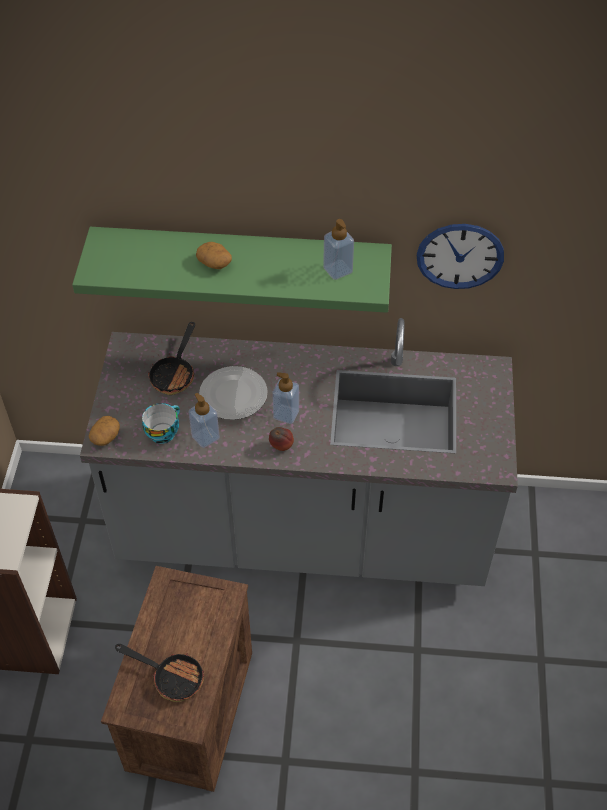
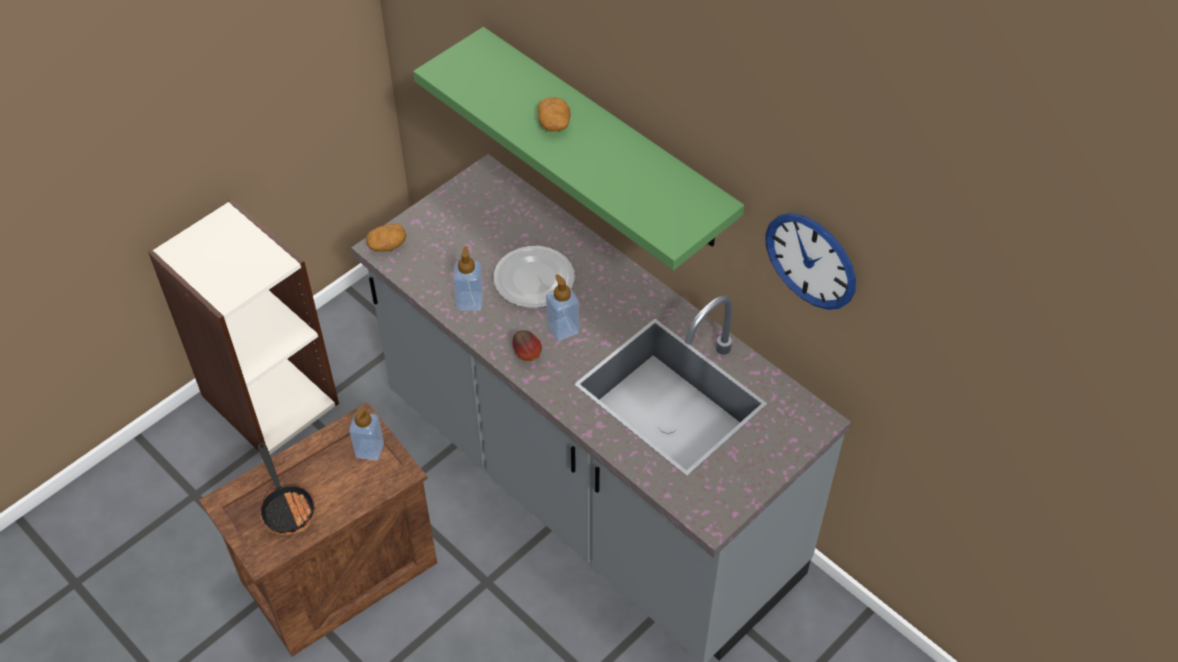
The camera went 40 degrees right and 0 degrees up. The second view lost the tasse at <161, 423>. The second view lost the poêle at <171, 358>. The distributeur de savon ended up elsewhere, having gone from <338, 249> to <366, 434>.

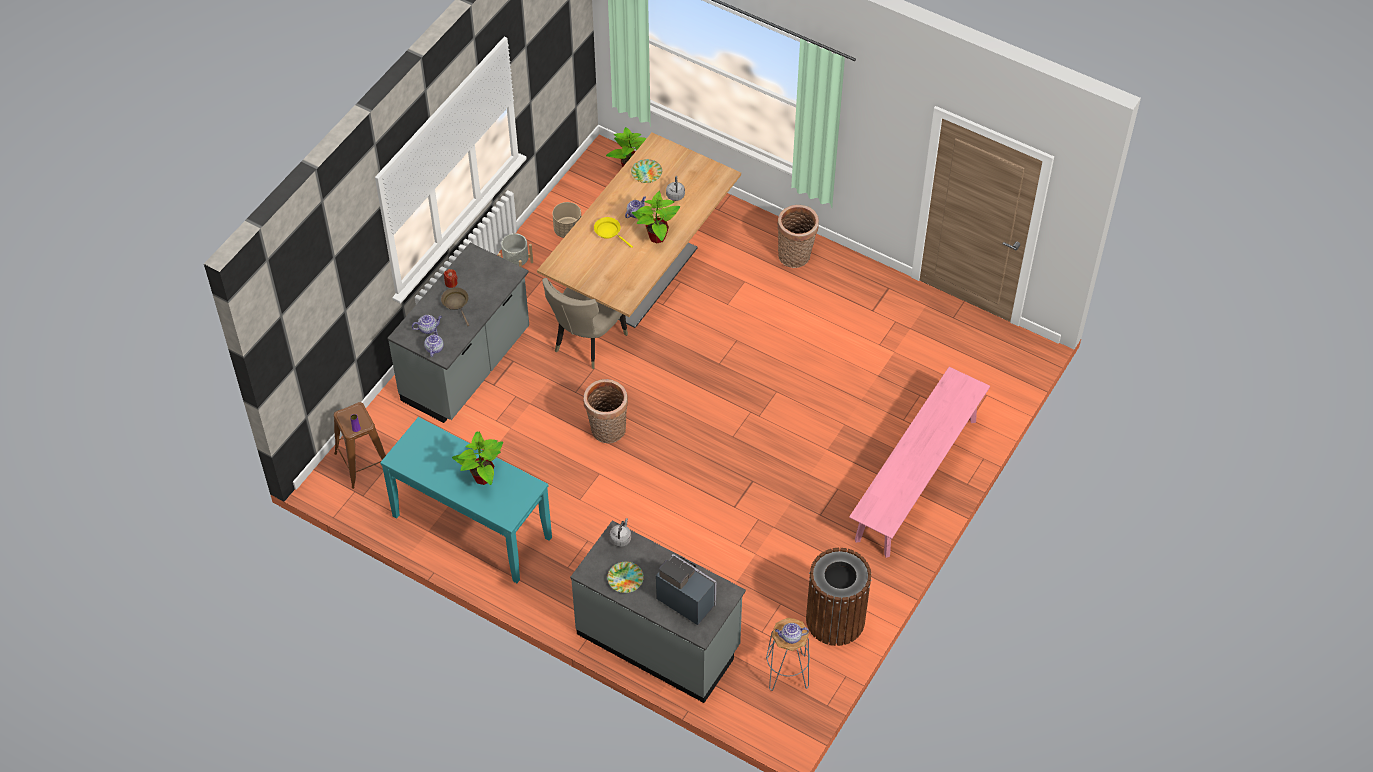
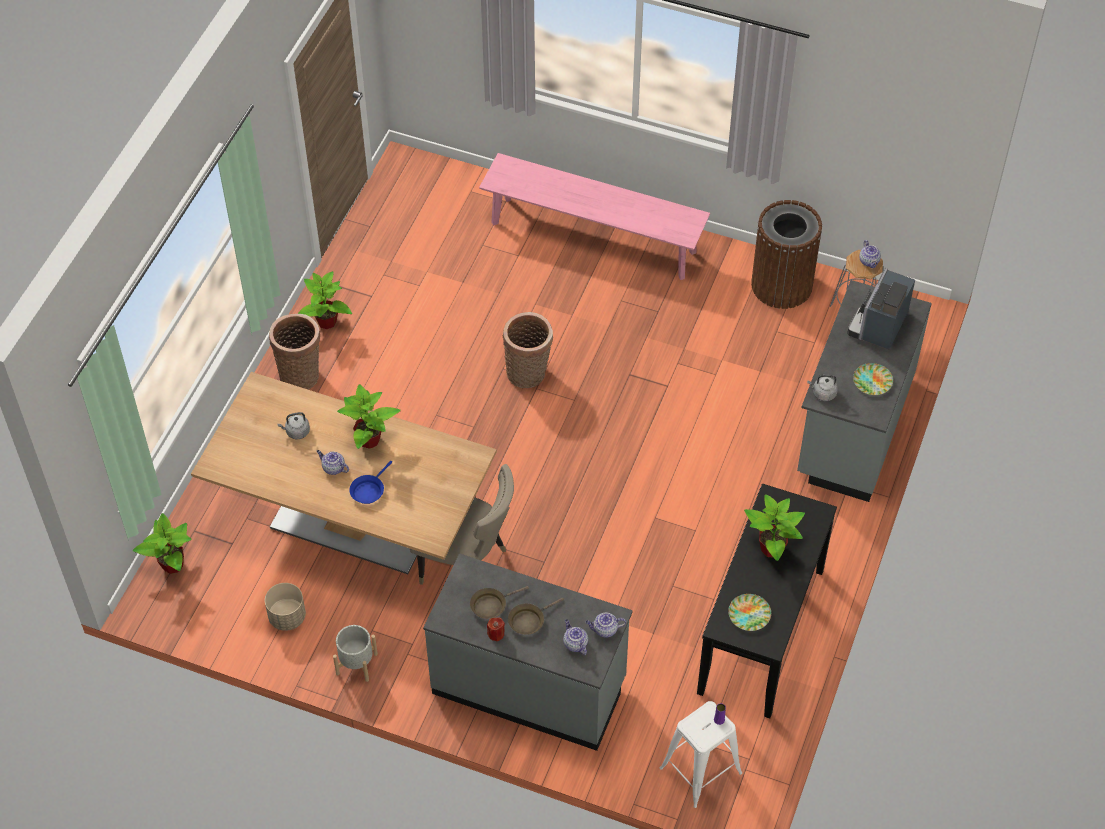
The camera went 100 degrees left and 0 degrees up. What was the tabouret [marron] at <360, 445> turned into the tabouret [blanc] at <701, 754>. What was the table console [turquoise] at <466, 500> turned into the table console [noir] at <767, 601>. The panier ended up elsewhere, having gone from <606, 411> to <528, 350>. What was the poêle [jaune] at <613, 232> turned into the poêle [bleu] at <370, 482>. The assiette ended up elsewhere, having gone from <646, 171> to <749, 612>. The second view gained the plante en pot at <325, 300>. The second view gained the poêle [marron] at <499, 602>.

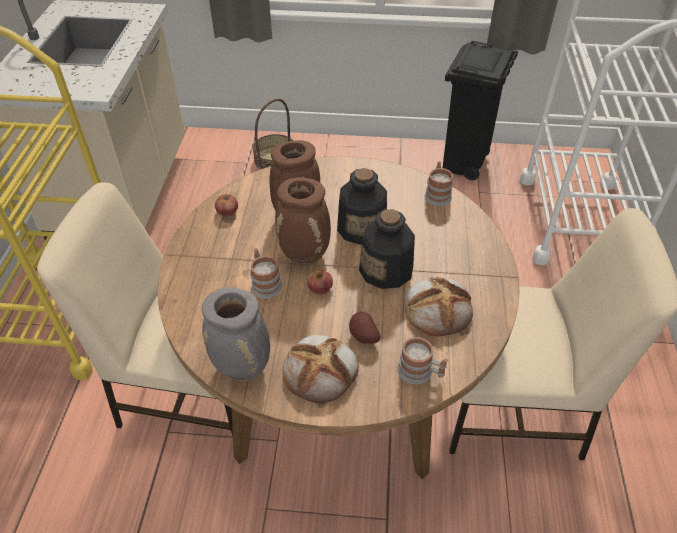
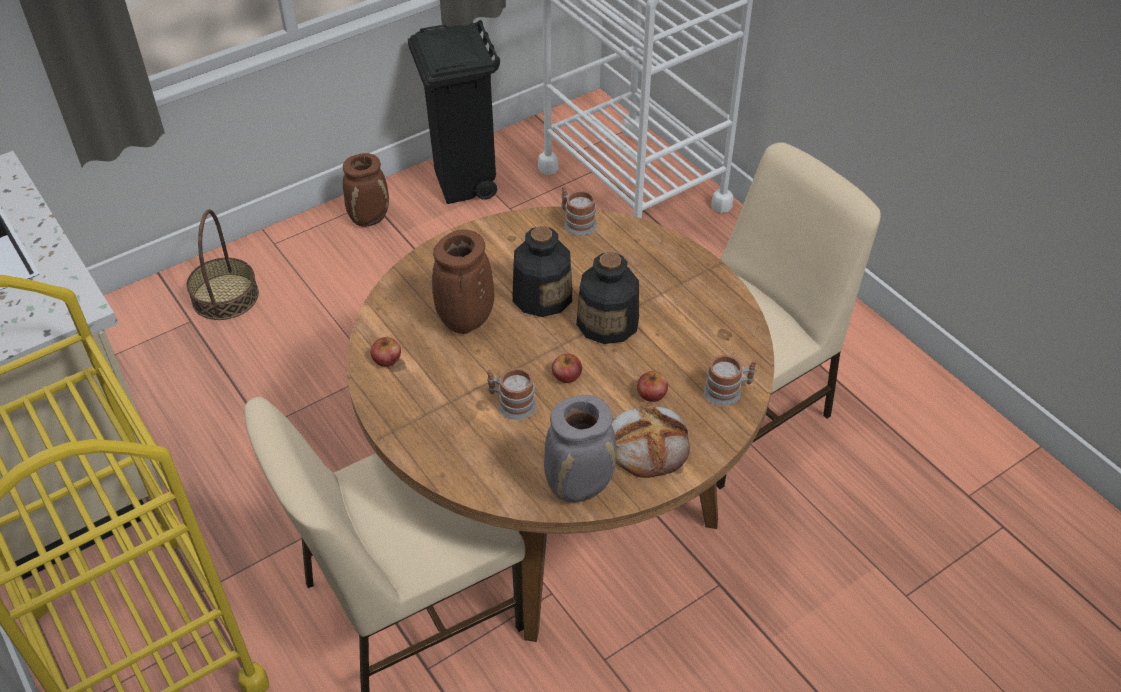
The camera went 40 degrees left and 0 degrees up. The vase [marron] ended up elsewhere, having gone from <303, 220> to <366, 190>. Where the pomme de terre stood at <365, 328>, the pomme came to stand at <652, 386>. The second view lost the pain at <438, 306>.

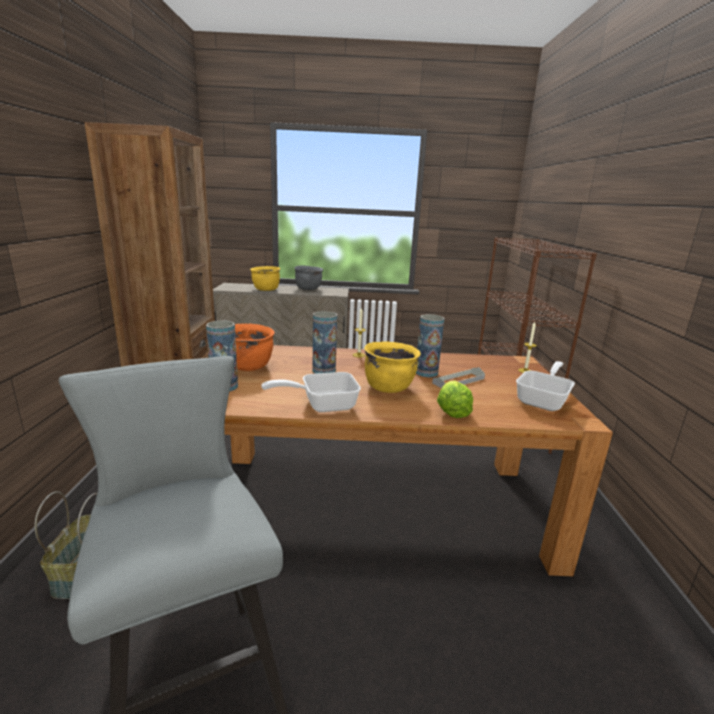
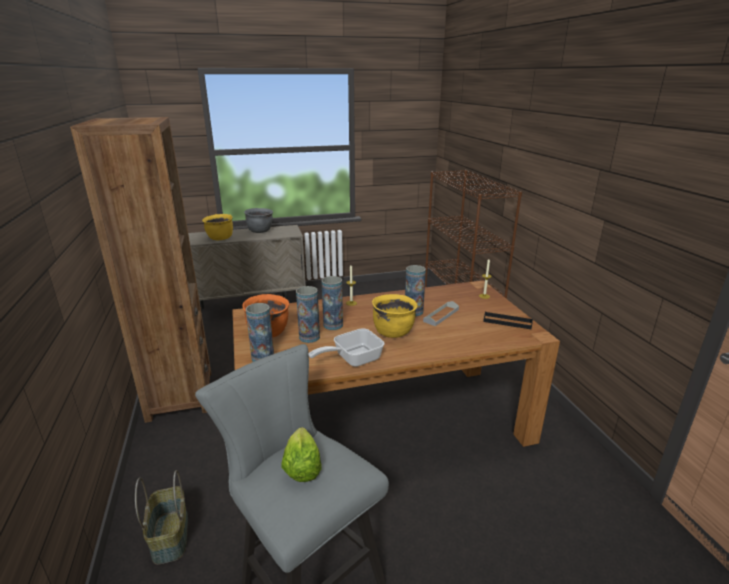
The camera went 15 degrees left and 5 degrees up. The laitue ended up elsewhere, having gone from <455, 399> to <301, 454>. Where the poêle stood at <545, 386>, the plateau [noir] came to stand at <508, 320>. The second view gained the vase at <308, 314>.

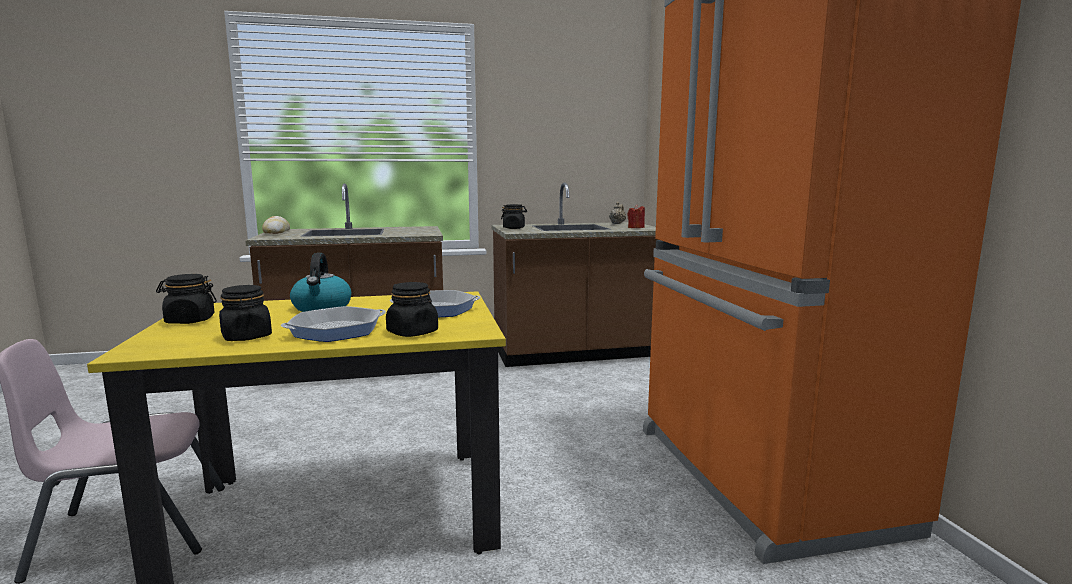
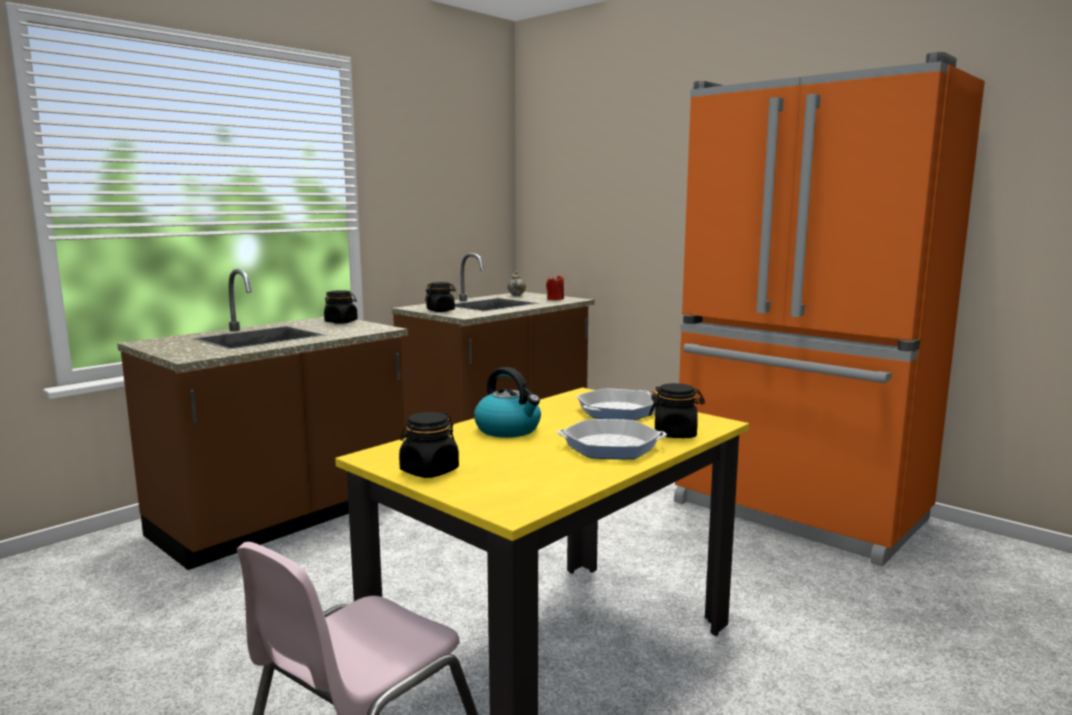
The camera went 35 degrees left and 0 degrees up. The bocal [noir] ended up elsewhere, having gone from <245, 313> to <341, 307>. The second view lost the pain at <276, 225>. The poêle at <333, 324> ended up facing another way, 75 degrees clockwise from before.

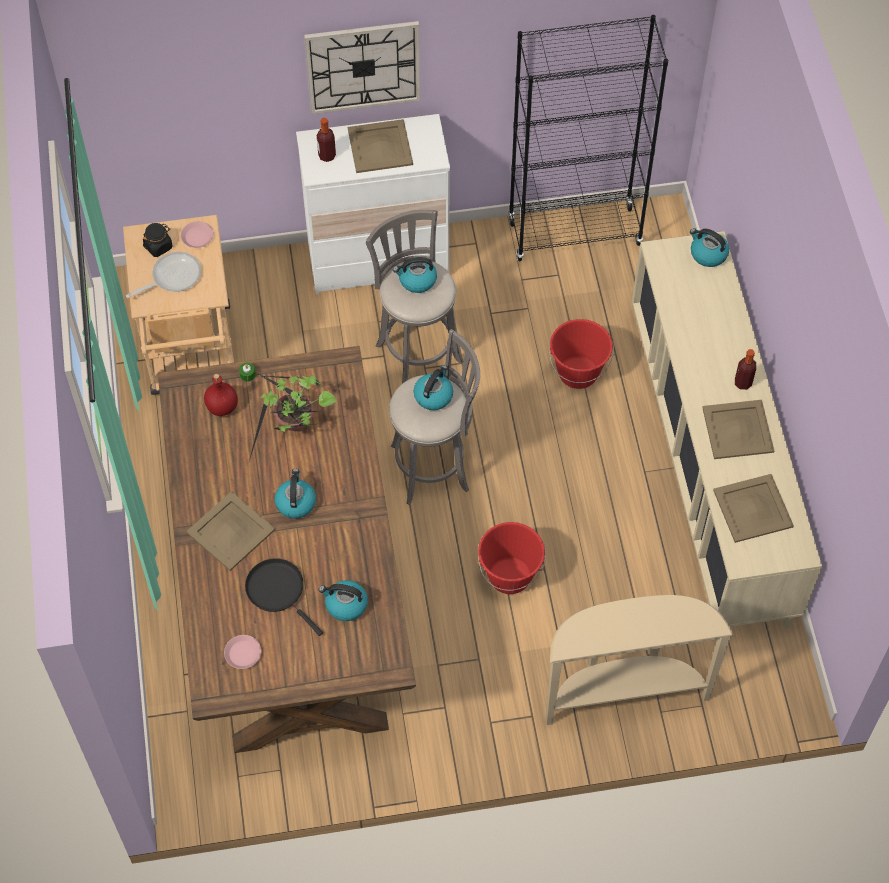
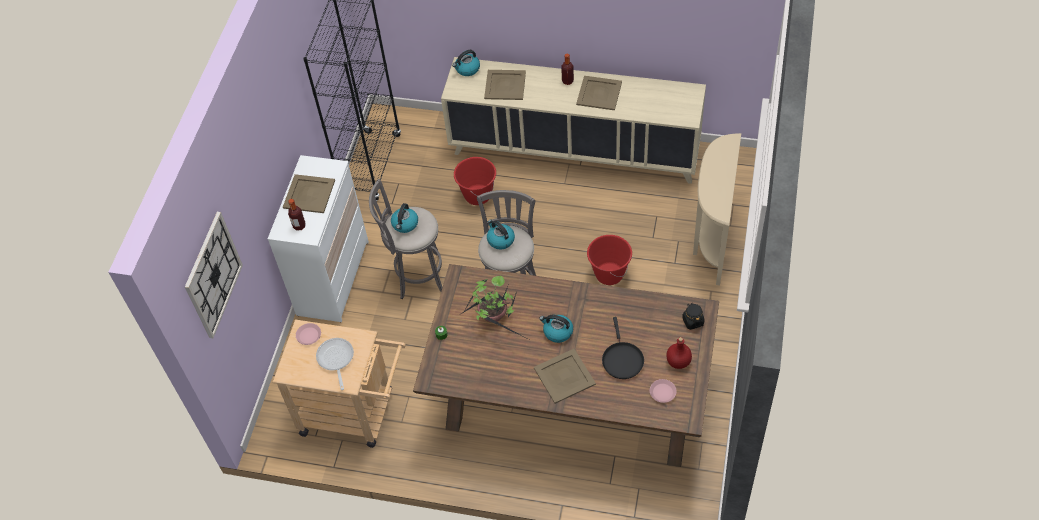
The camera went 65 degrees left and 5 degrees down. The bocal [noir] ended up elsewhere, having gone from <158, 240> to <693, 316>. The bouteille [rouge] ended up elsewhere, having gone from <221, 395> to <679, 353>. The poêle [noir] at <284, 597> ended up facing another way, 75 degrees counterclockwise from before. The horloge murale ended up elsewhere, having gone from <362, 67> to <214, 275>. The second view lost the bouilloire at <343, 600>. The plateau [beige] ended up elsewhere, having gone from <753, 508> to <505, 85>.

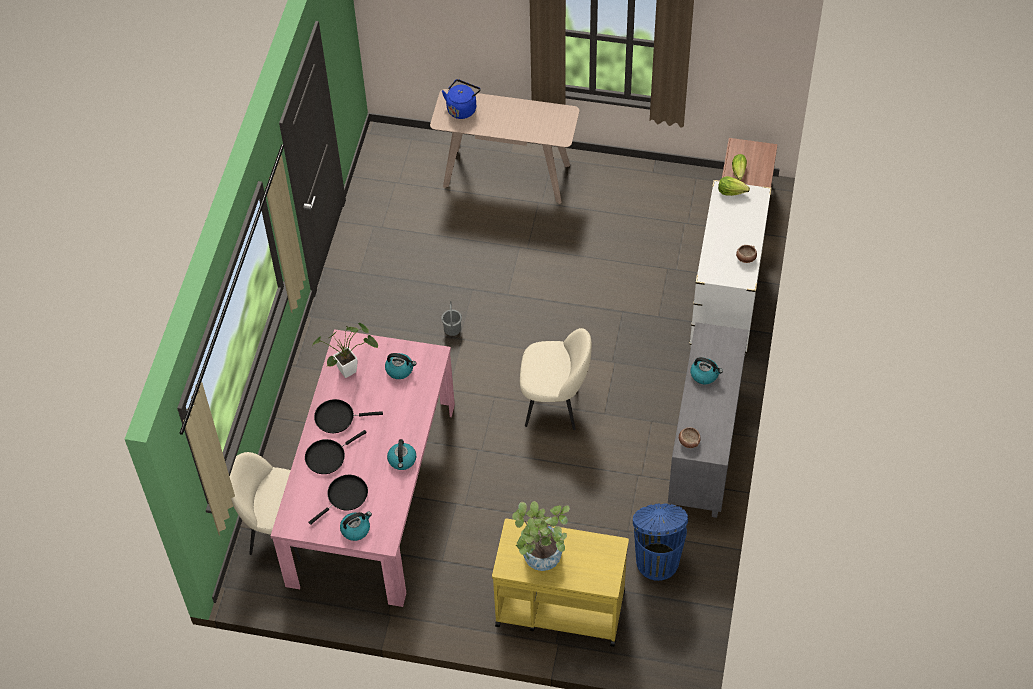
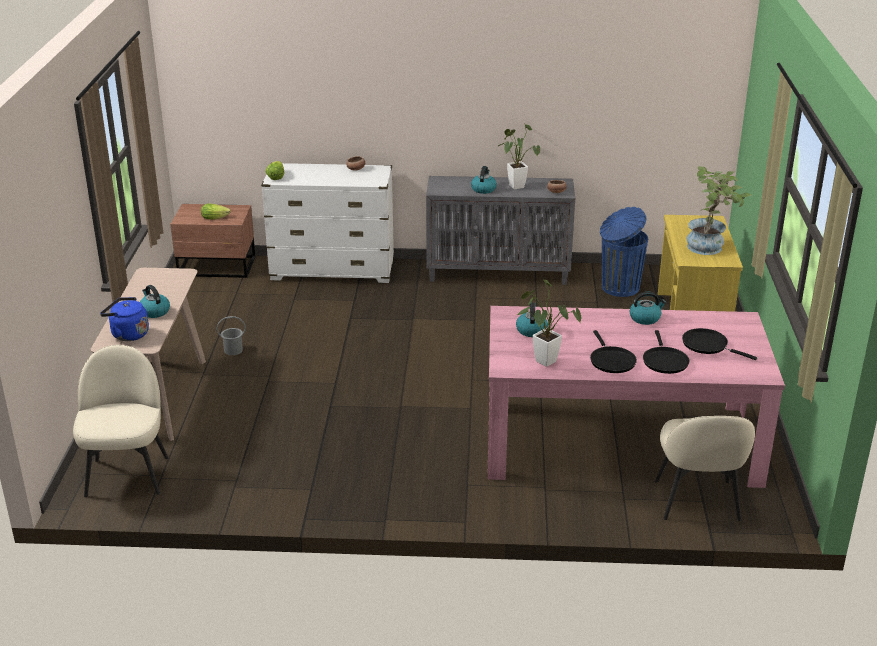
The camera went 100 degrees left and 25 degrees down. The poêle [noir] at <336, 452> ended up facing another way, 45 degrees clockwise from before. The bouilloire ended up elsewhere, having gone from <356, 526> to <155, 301>. The seau [gris] ended up elsewhere, having gone from <451, 318> to <231, 335>. The chaise [beige] ended up elsewhere, having gone from <556, 379> to <121, 421>. The second view gained the plante en pot at <519, 156>.

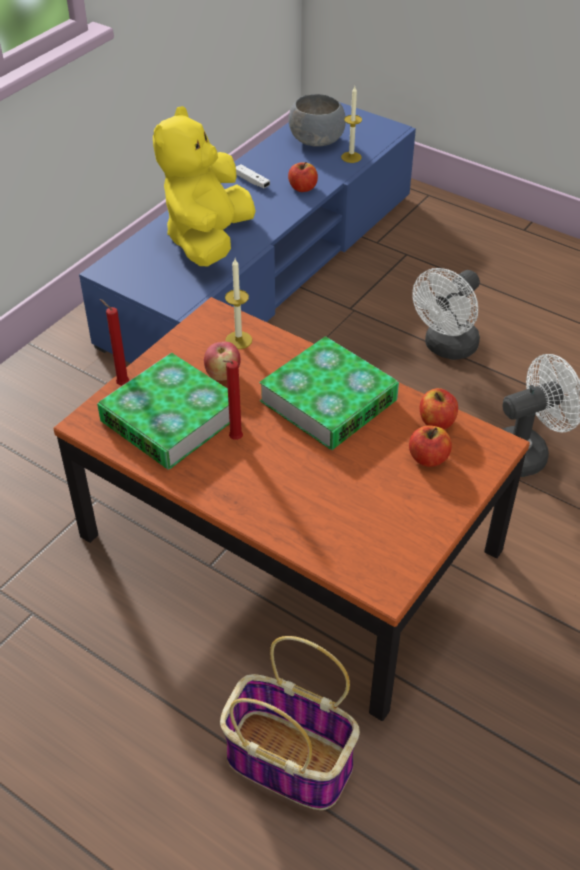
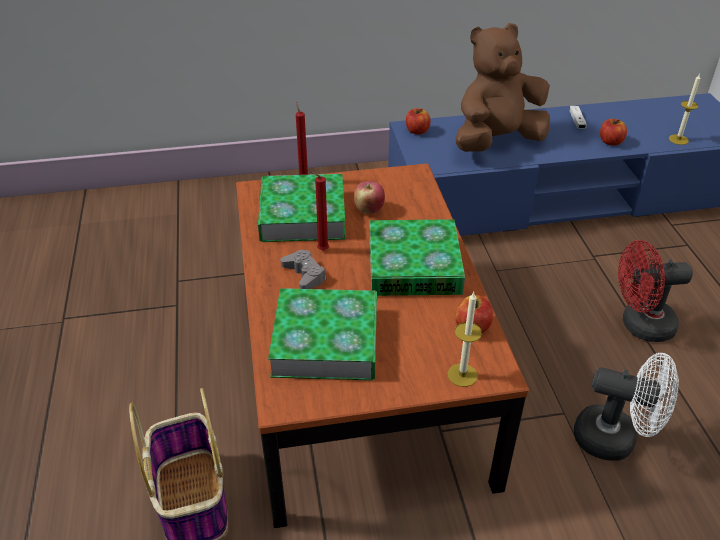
The camera went 45 degrees right and 5 degrees down. What was the peluche [jaune] at <204, 186> turned into the peluche [marron] at <503, 87>. The bougie ended up elsewhere, having gone from <238, 304> to <464, 339>. The second view lost the bol [gris] at <317, 120>. The pomme ended up elsewhere, having gone from <430, 446> to <418, 121>. What was the ventilateur [blanc] at <446, 314> turned into the ventilateur [rouge] at <655, 291>. The second view gained the livre at <322, 334>. The second view gained the manette [gris] at <303, 269>.

